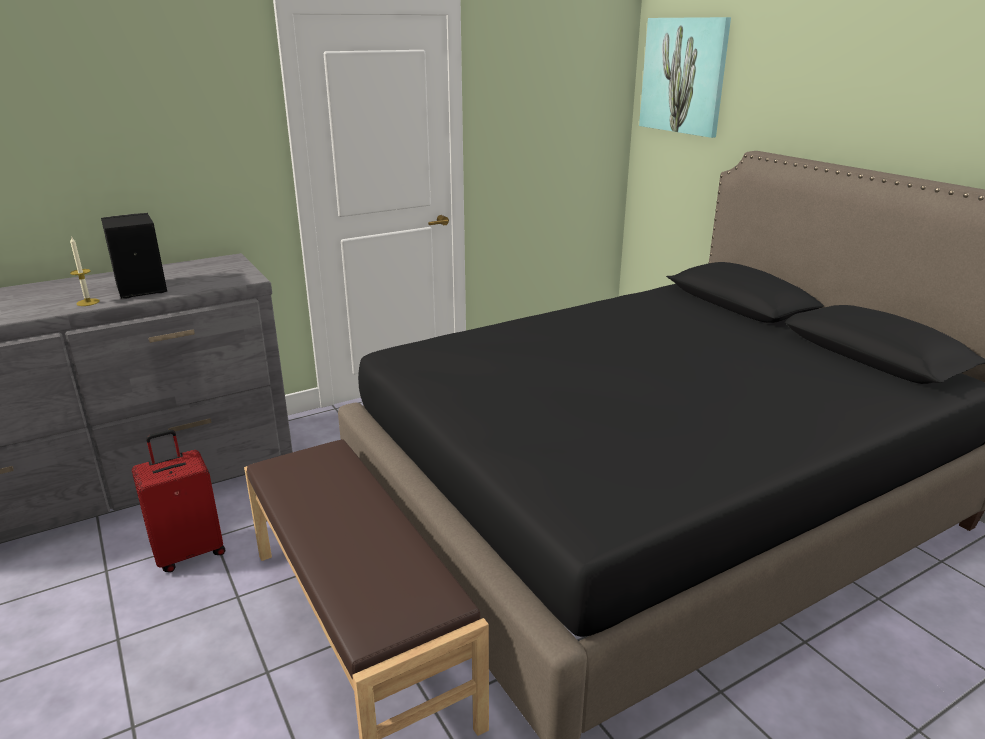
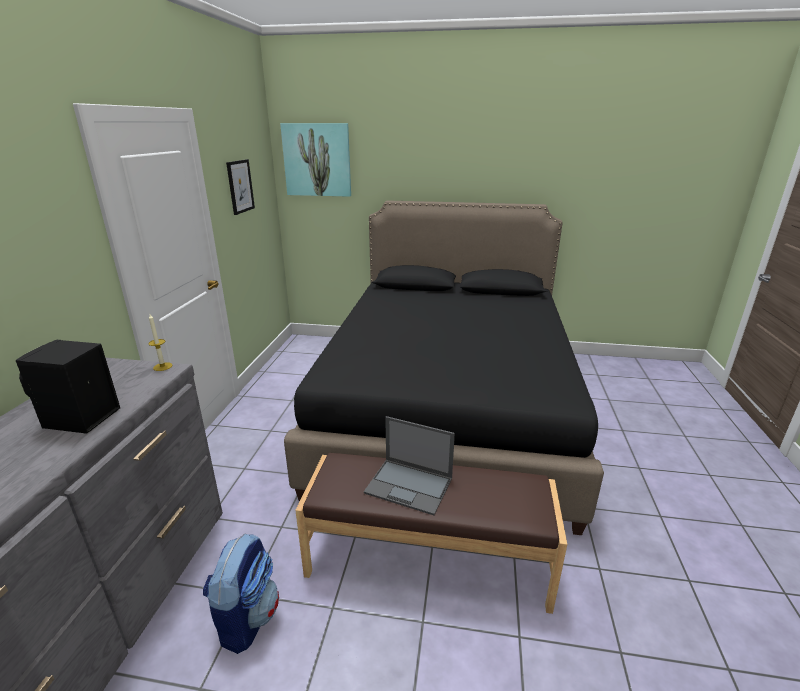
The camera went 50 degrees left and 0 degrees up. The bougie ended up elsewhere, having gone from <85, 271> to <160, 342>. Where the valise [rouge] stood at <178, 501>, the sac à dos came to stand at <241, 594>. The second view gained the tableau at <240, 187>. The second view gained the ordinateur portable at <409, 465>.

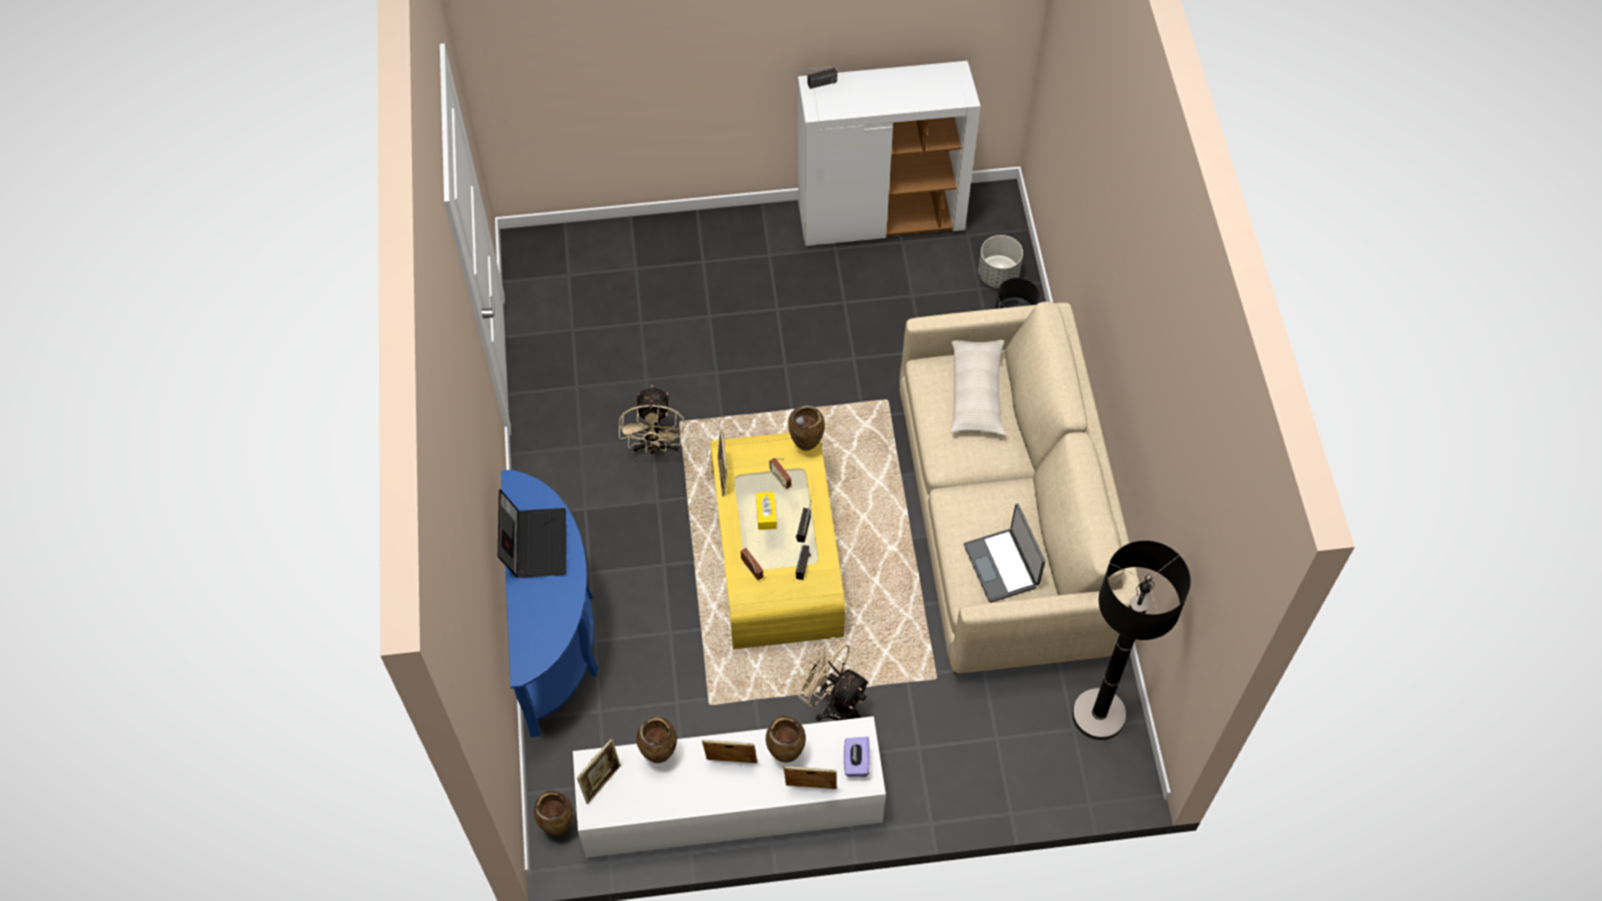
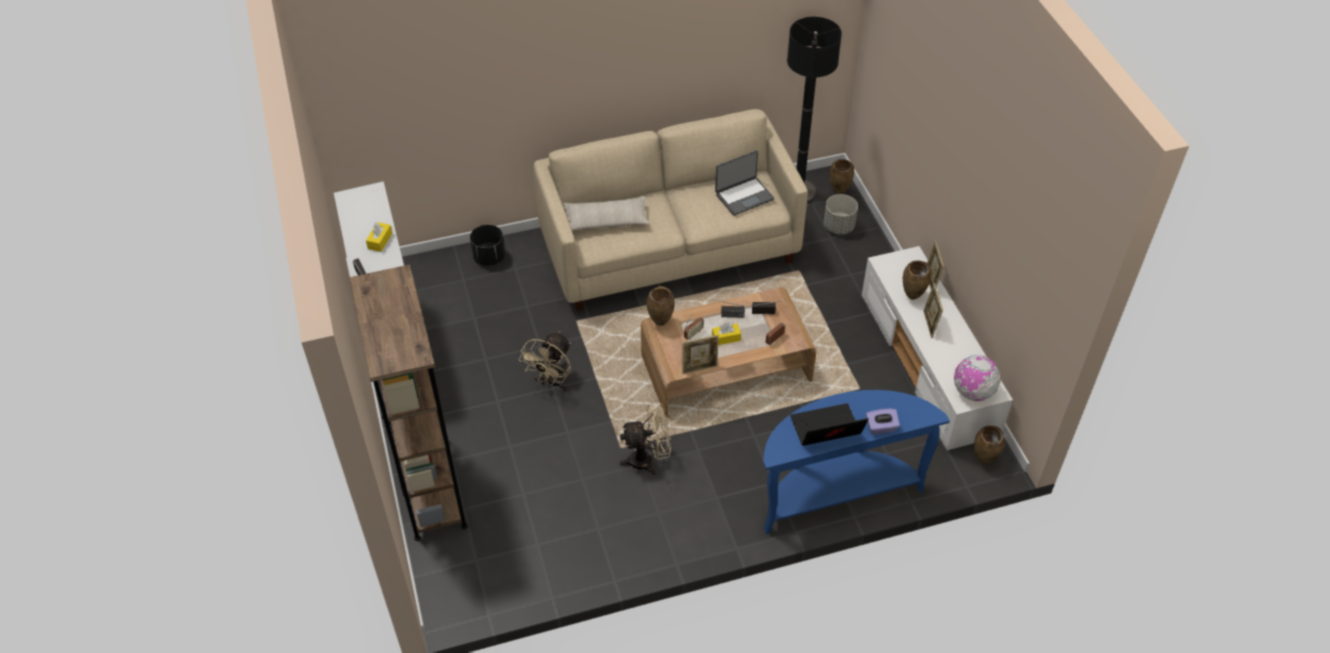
The camera went 100 degrees left and 10 degrees down. Where the cadre photo stood at <599, 771>, the globe came to stand at <977, 378>. The vase [marron] ended up elsewhere, having gone from <656, 739> to <841, 176>. What was the table basse [jaune] at <777, 541> turned into the table basse [marron] at <728, 352>. The ventilateur [beige] ended up elsewhere, having gone from <832, 679> to <545, 361>. The boîte à mouchoirs [violet] ended up elsewhere, having gone from <857, 757> to <883, 421>. The cache-pot [gris] ended up elsewhere, having gone from <1000, 261> to <841, 214>. The second view gained the bibliothèque [marron] at <408, 403>. The second view gained the boîte à mouchoirs [jaune] at <379, 237>.

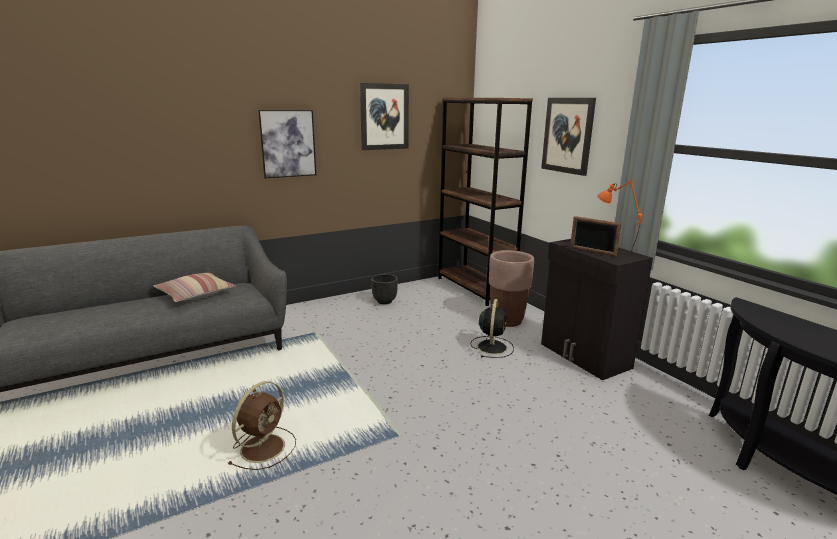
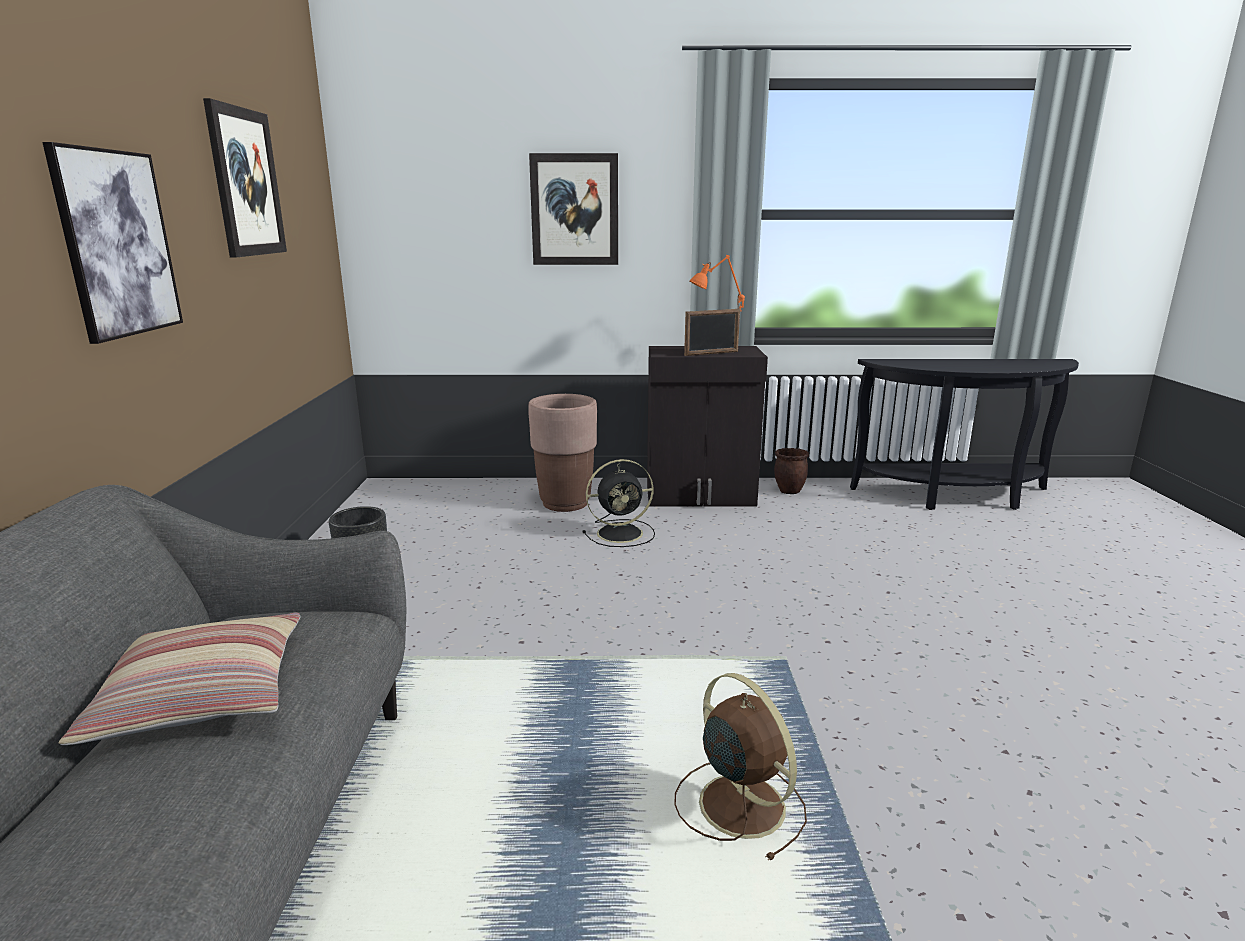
The camera went 60 degrees left and 0 degrees up. The second view lost the bibliothèque [marron] at <485, 202>. The ventilateur [noir] at <492, 328> ended up facing another way, 120 degrees clockwise from before. The second view gained the cache-pot [marron] at <791, 471>.

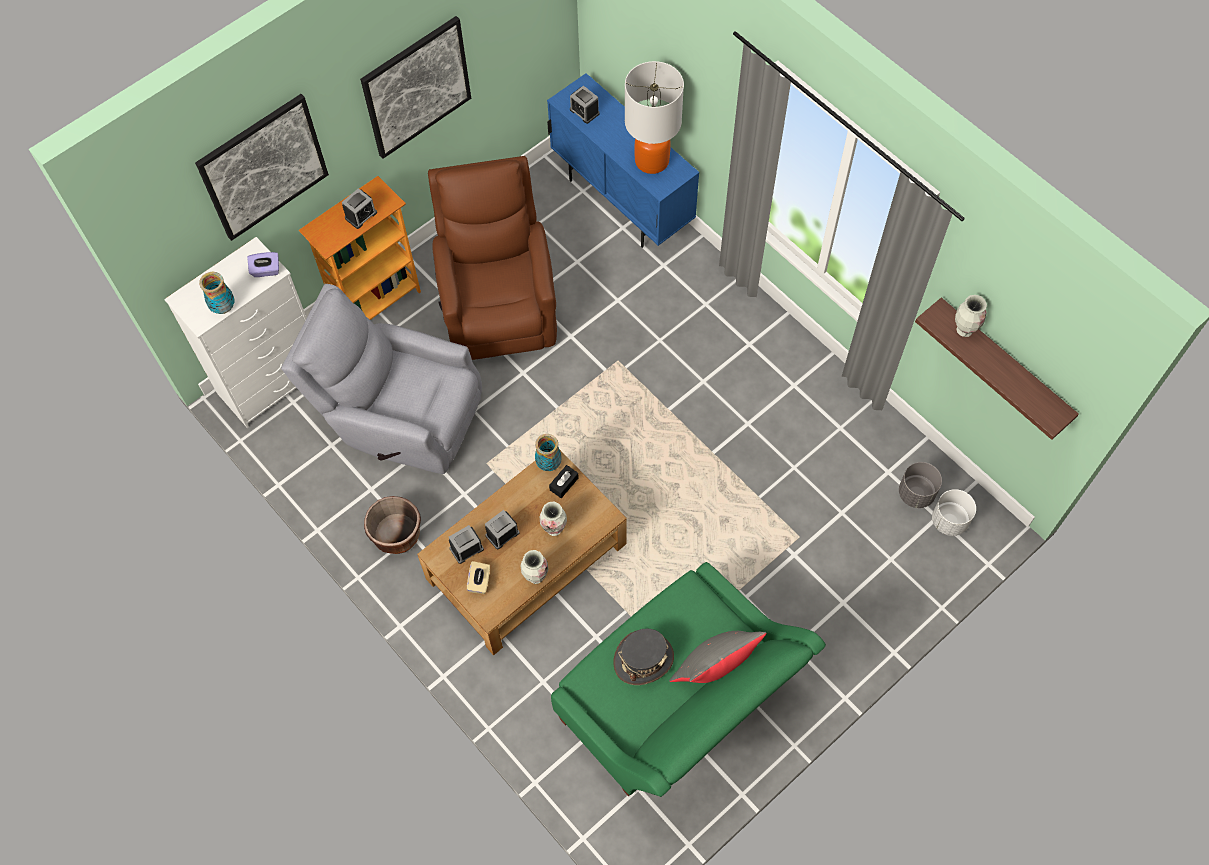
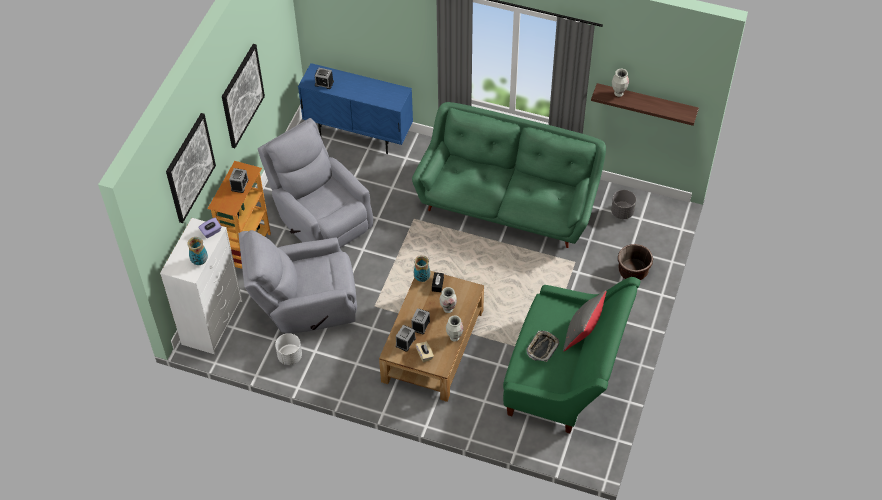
The camera went 30 degrees left and 10 degrees down. The cache-pot [marron] ended up elsewhere, having gone from <392, 525> to <635, 262>. What was the fauteuil [marron] at <492, 258> turned into the fauteuil [gris] at <315, 183>. Where the chapeau [gris] stood at <643, 657>, the plateau came to stand at <543, 346>. The second view lost the lampe de table at <654, 117>. The cache-pot [blanc] ended up elsewhere, having gone from <954, 512> to <288, 349>. The second view gained the canapé [vert] at <509, 175>.

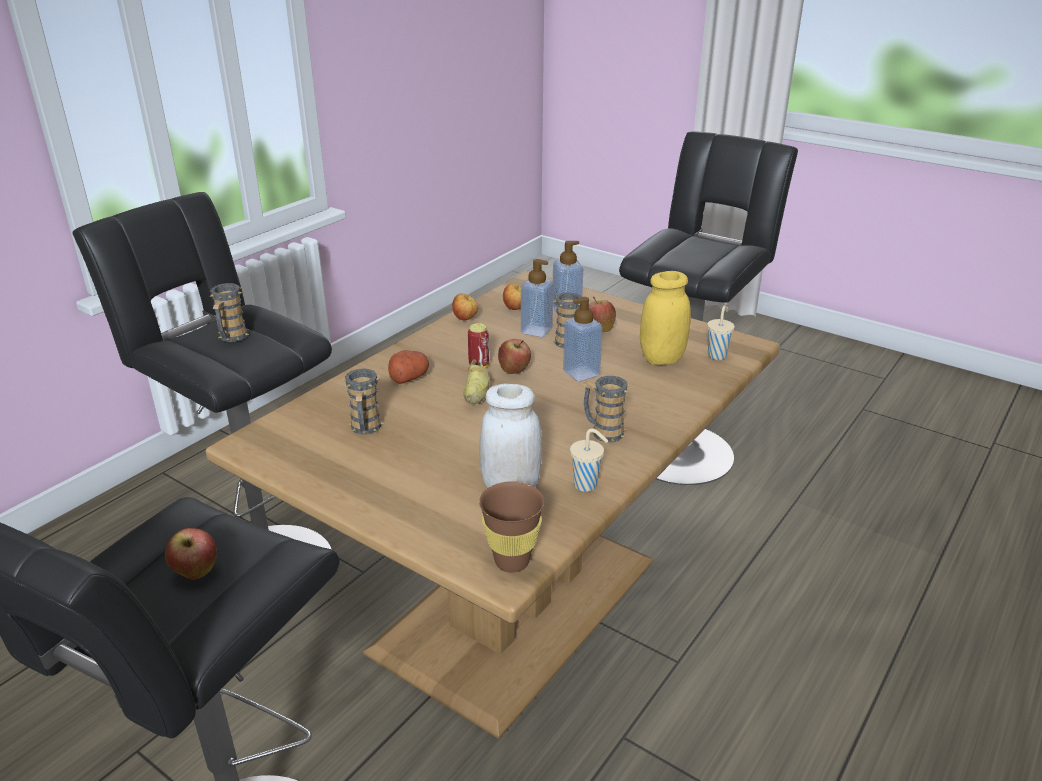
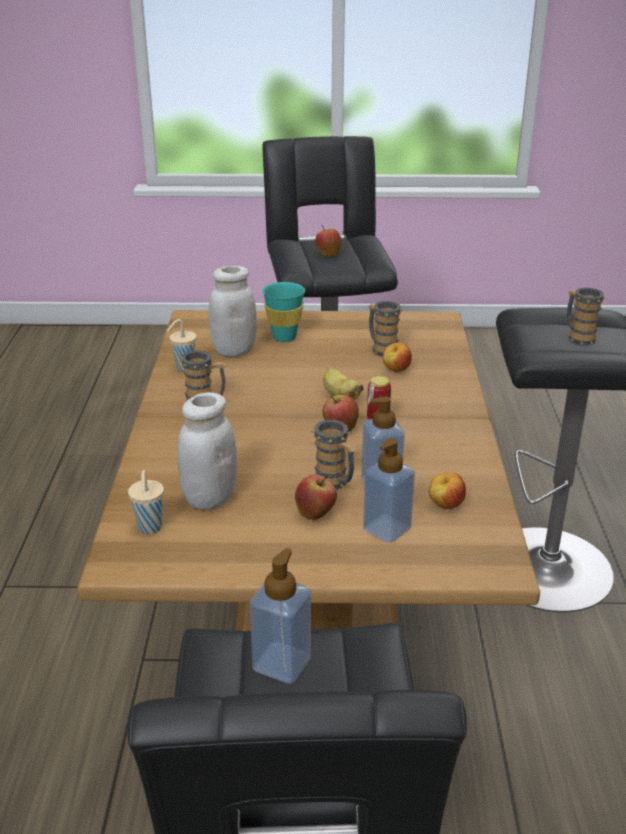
The camera went 145 degrees right and 0 degrees up. The second view lost the pomme de terre at <408, 367>. The pomme ended up elsewhere, having gone from <465, 306> to <397, 357>. The second view lost the tasse [marron] at <511, 526>. The distributeur de savon ended up elsewhere, having gone from <583, 339> to <280, 616>. What was the bocal [jaune] at <665, 318> turned into the bocal [blanc] at <207, 451>. The second view gained the tasse [turquoise] at <283, 312>.

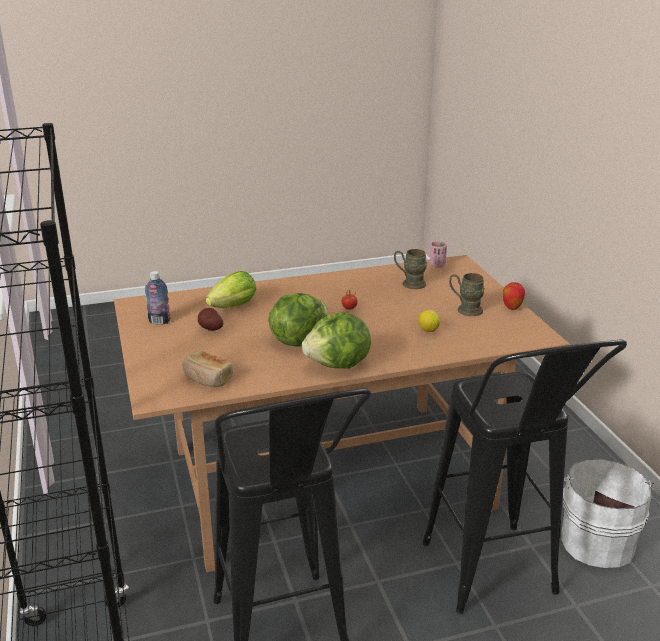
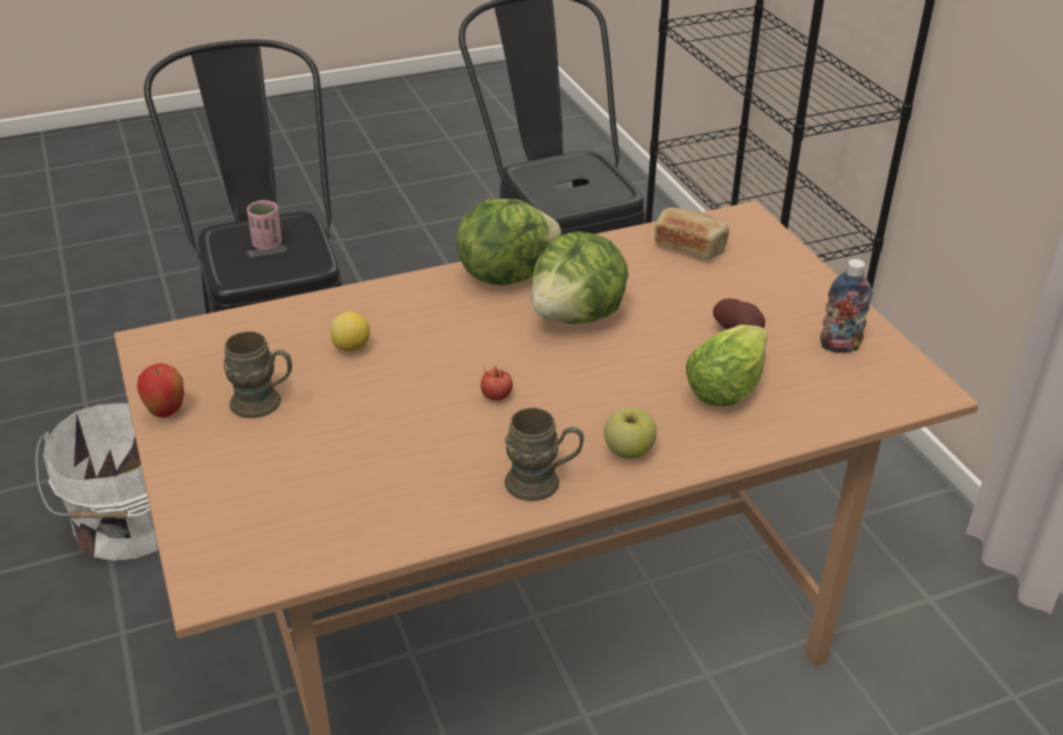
The camera went 175 degrees right and 10 degrees up. The mug [marron] ended up elsewhere, having gone from <410, 269> to <544, 454>. The tasse [rose] ended up elsewhere, having gone from <438, 254> to <264, 225>. The second view gained the pomme at <630, 433>.

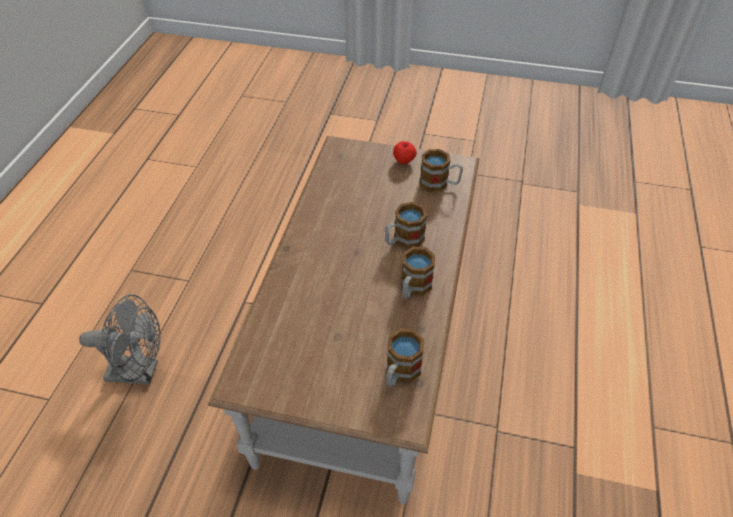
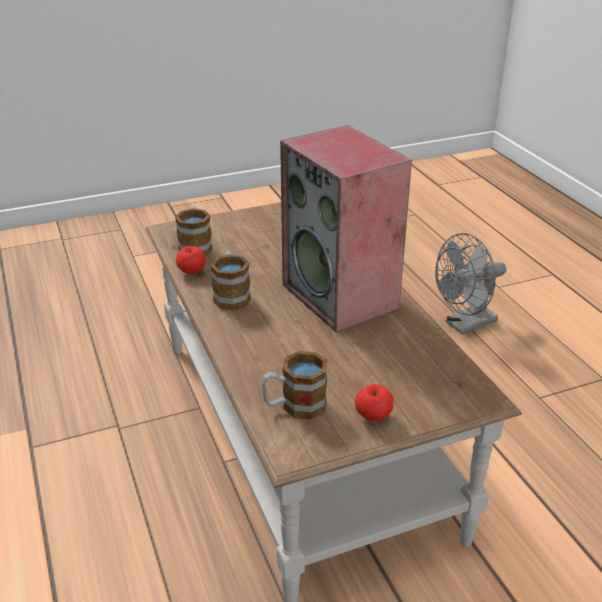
The camera went 145 degrees right and 15 degrees down. The second view lost the mug at <406, 225>. The second view gained the pomme at <191, 260>. The second view gained the enceinte at <346, 229>.

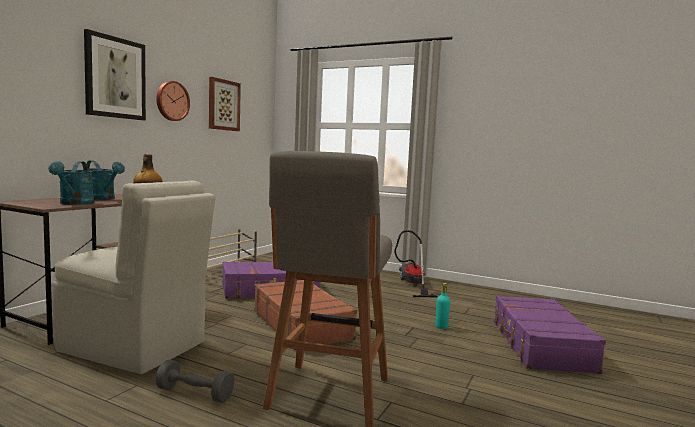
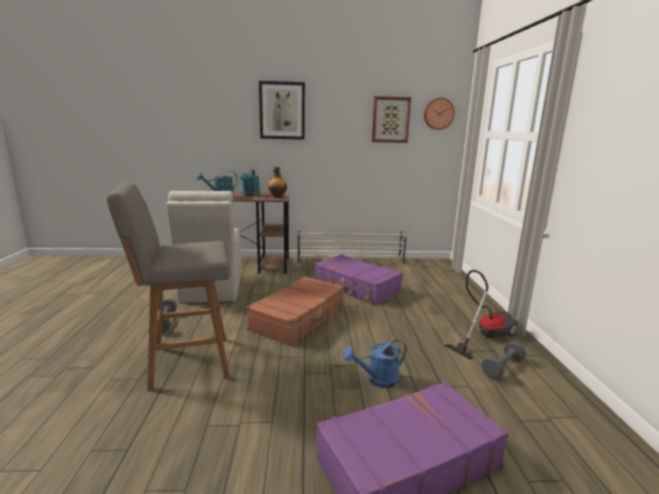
The camera went 60 degrees right and 10 degrees up. The horloge murale ended up elsewhere, having gone from <173, 101> to <439, 114>. Where the bouteille [turquoise] stood at <442, 306>, the arrosoir [bleu] came to stand at <375, 363>. The second view gained the haltère [gris] at <503, 360>.

